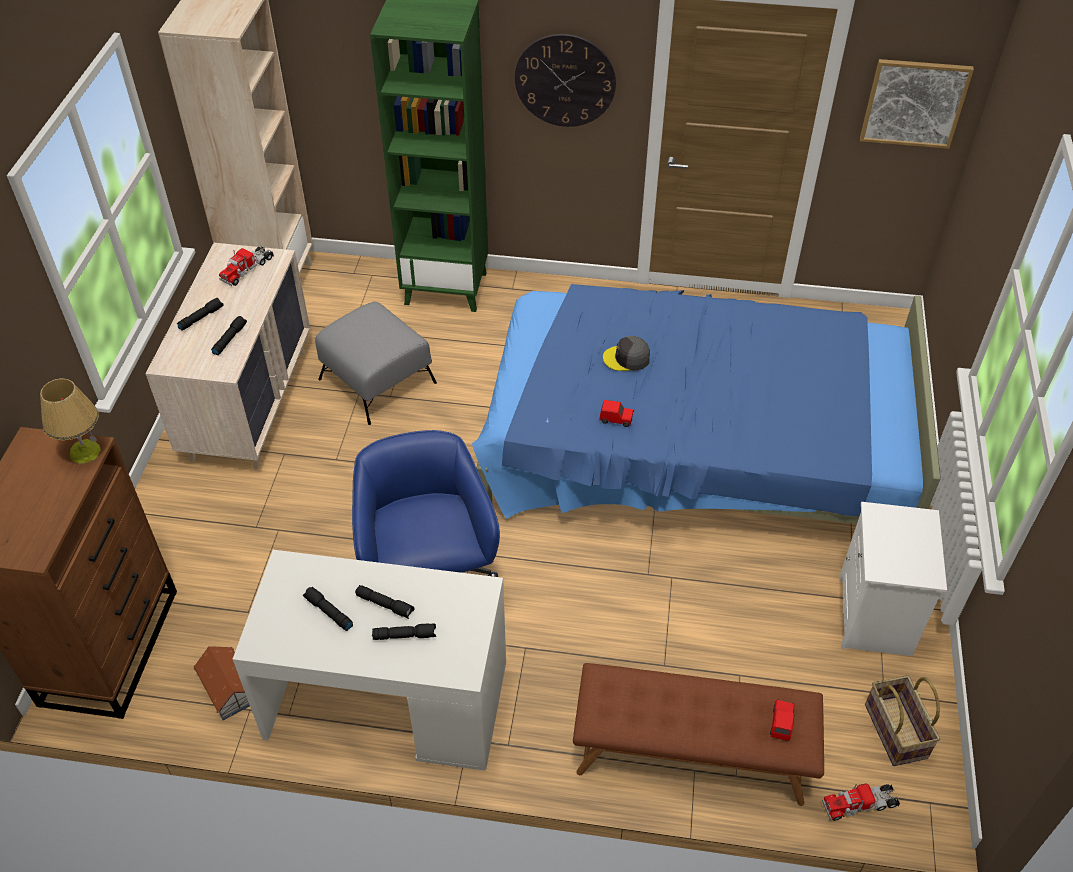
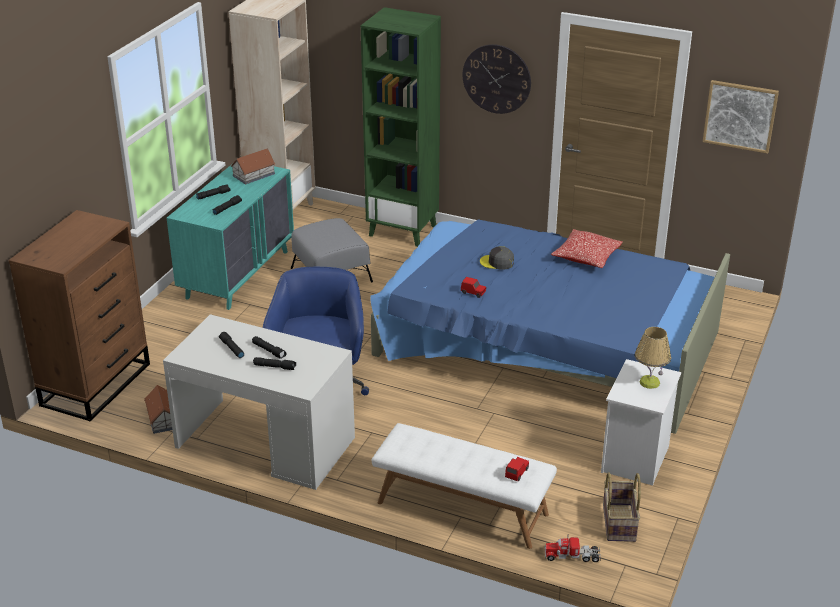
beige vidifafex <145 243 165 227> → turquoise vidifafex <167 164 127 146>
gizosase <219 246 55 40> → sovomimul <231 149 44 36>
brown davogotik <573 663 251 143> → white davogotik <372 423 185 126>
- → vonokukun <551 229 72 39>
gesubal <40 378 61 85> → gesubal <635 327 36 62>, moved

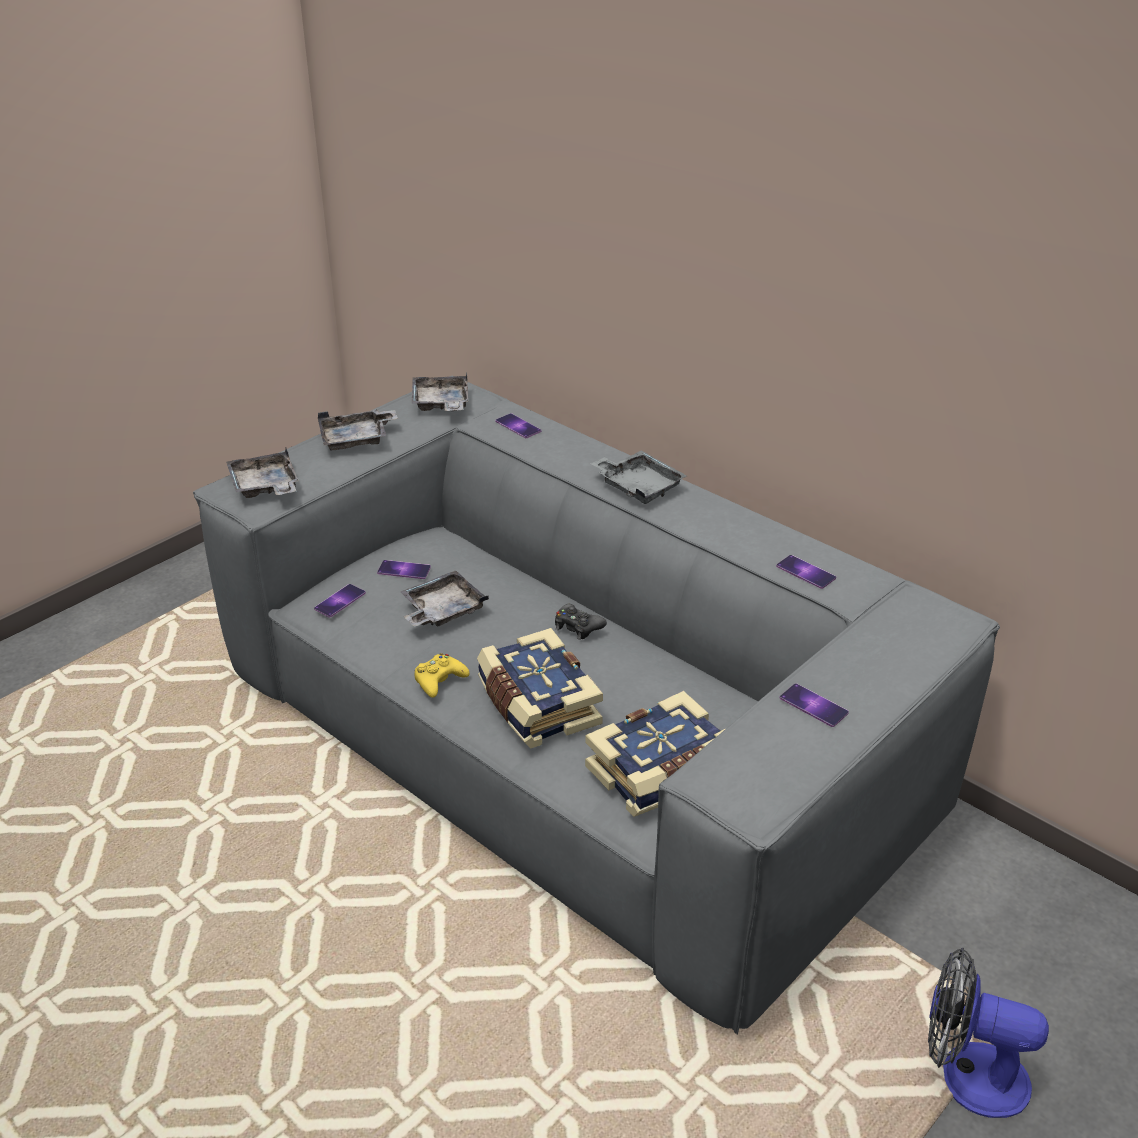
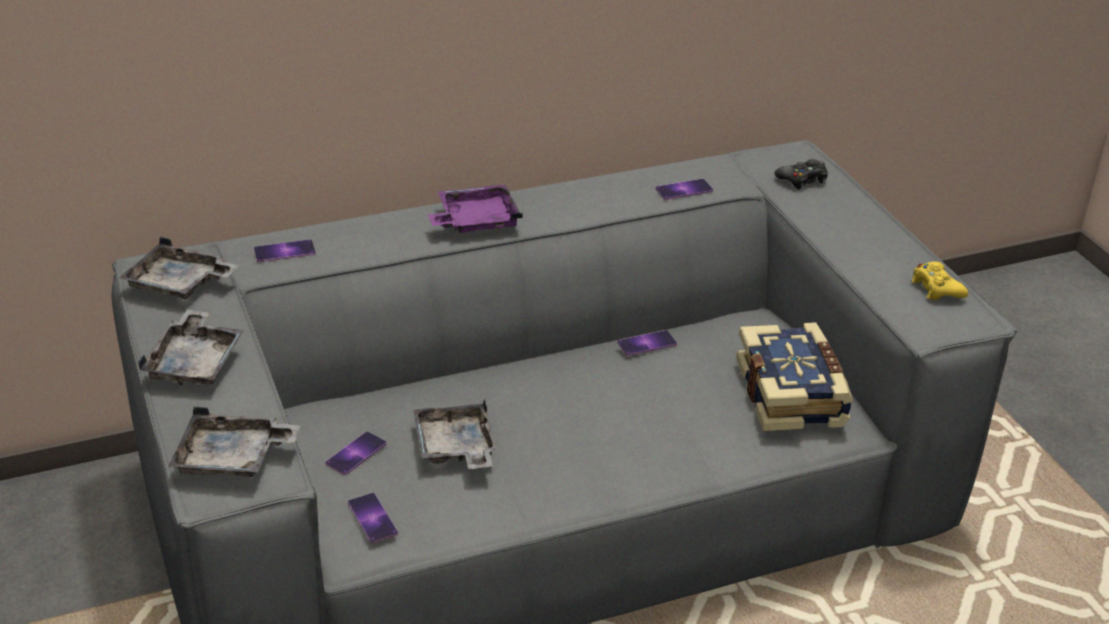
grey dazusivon <590 450 97 54> → purple dazusivon <428 184 95 49>
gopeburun <779 683 70 44> → gopeburun <617 330 60 26>, moved
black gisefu <555 604 52 36> → black gisefu <775 159 53 31>, moved
yellow gisefu <414 653 56 45> → yellow gisefu <911 261 57 39>, moved
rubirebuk <477 628 126 121> → -
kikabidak <928 948 121 170> → -

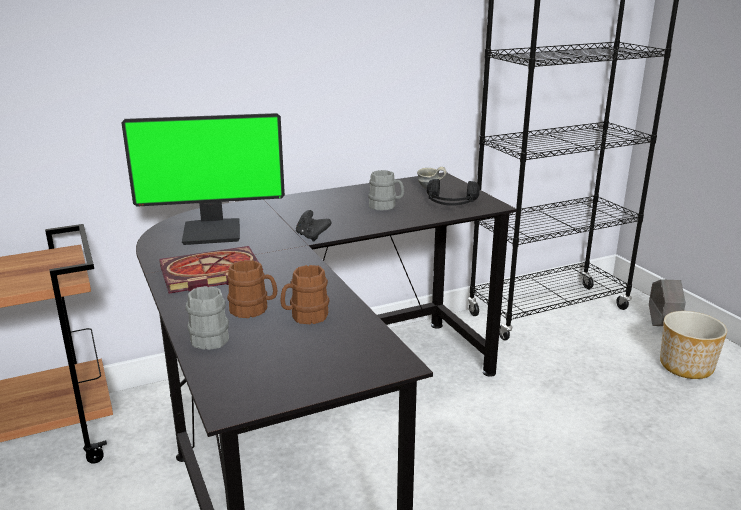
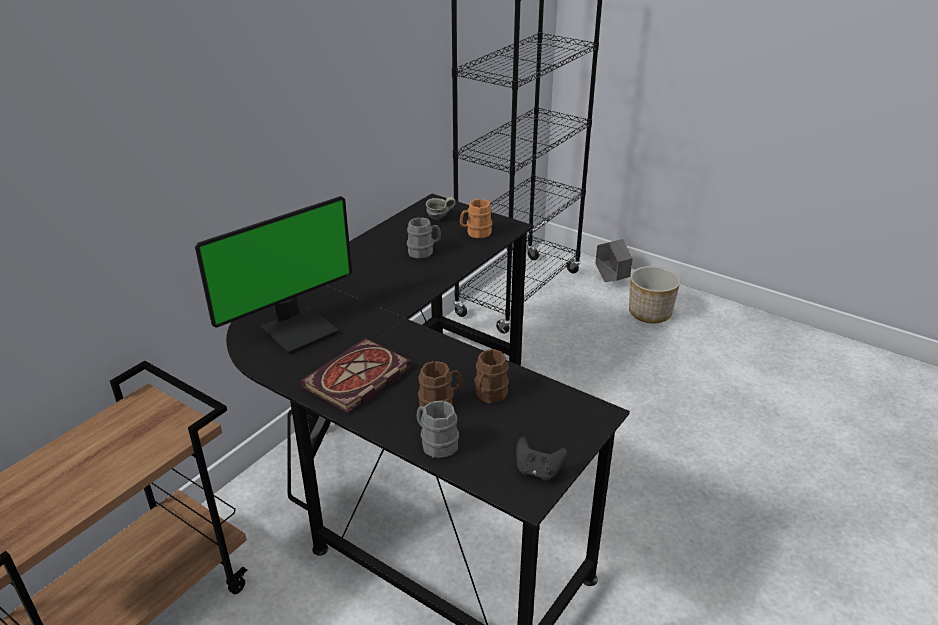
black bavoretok <427 179 53 27> → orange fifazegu <460 199 33 39>
black gisefu <296 210 36 32> → black gisefu <516 437 52 43>, moved

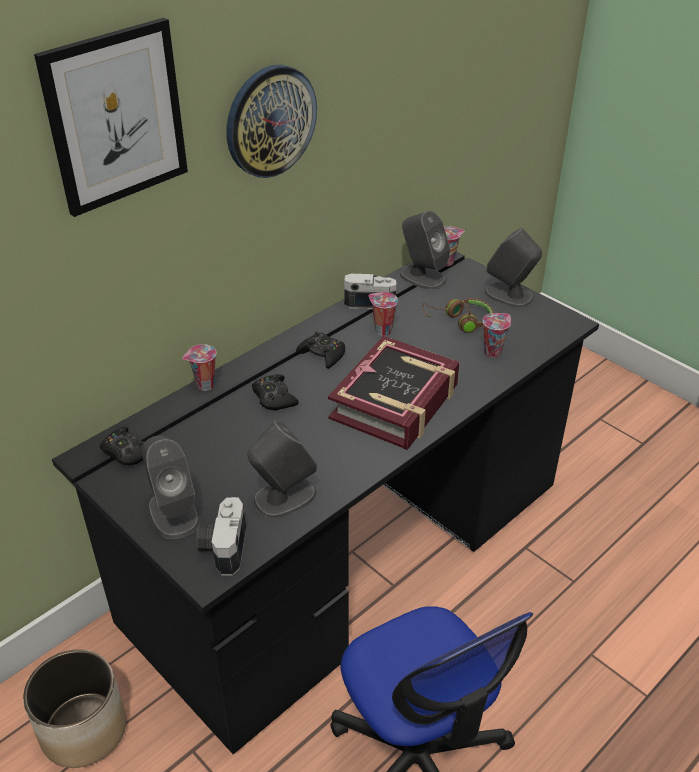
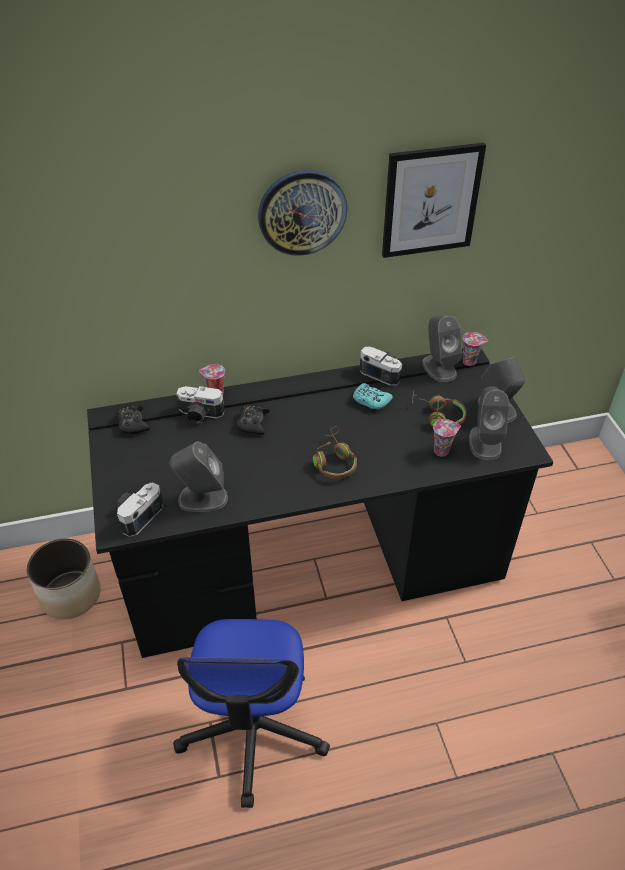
- → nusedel <176 386 49 38>
rubirebuk <328 336 132 114> → brown bavoretok <313 426 44 53>
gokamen <368 292 30 44> → turquoise gisefu <353 383 40 26>
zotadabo <34 18 154 199> → zotadabo <382 143 104 115>, moved
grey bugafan <142 435 58 104> → grey bugafan <469 386 41 74>, moved
black gisefu <296 332 49 37> → -

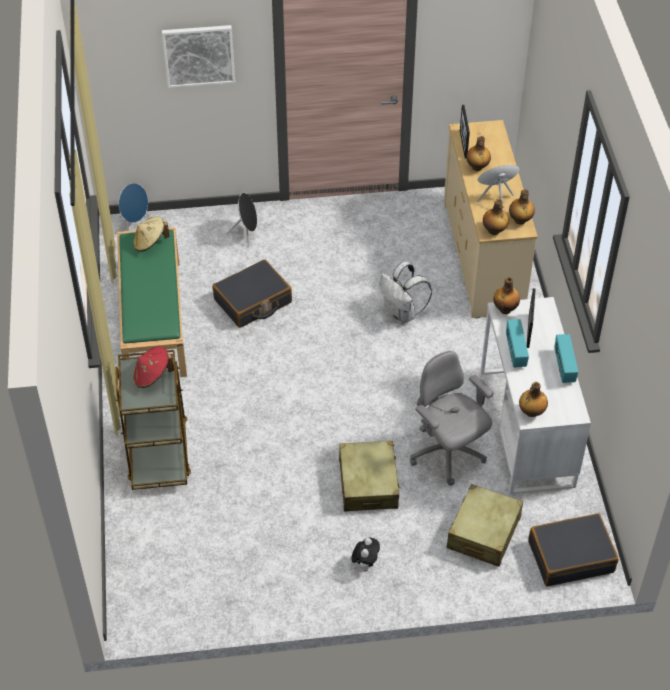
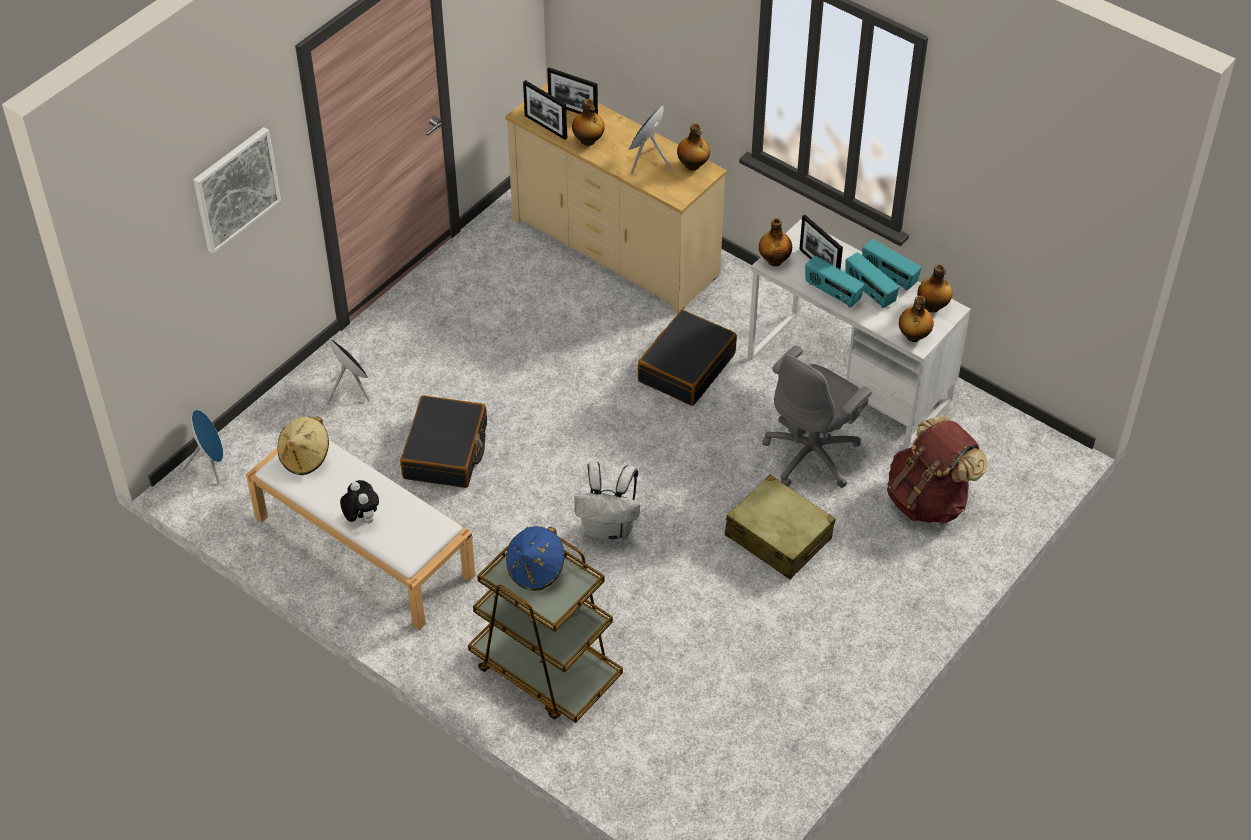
green davogotik <117 227 70 150> → white davogotik <246 440 230 190>
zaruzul <351 538 29 34> → zaruzul <340 480 39 43>, moved
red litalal <133 347 41 41> → blue litalal <506 526 59 65>
- → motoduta <547 68 51 46>
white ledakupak <380 262 52 62> → white ledakupak <574 462 66 80>, moved
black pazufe <528 513 91 73> → black pazufe <638 310 99 96>, moved
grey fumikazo <410 351 83 135> → grey fumikazo <762 346 110 142>, 60 degrees counterclockwise
- → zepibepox <846 252 54 56>
beige pazufe <447 484 76 83> → brown ledakupak <887 415 101 109>
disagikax <483 199 26 36> → disagikax <917 265 36 47>, moved

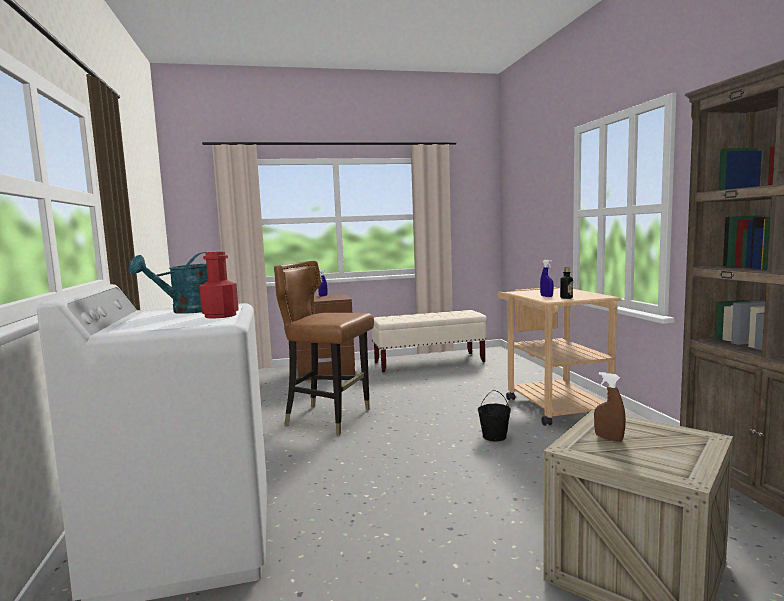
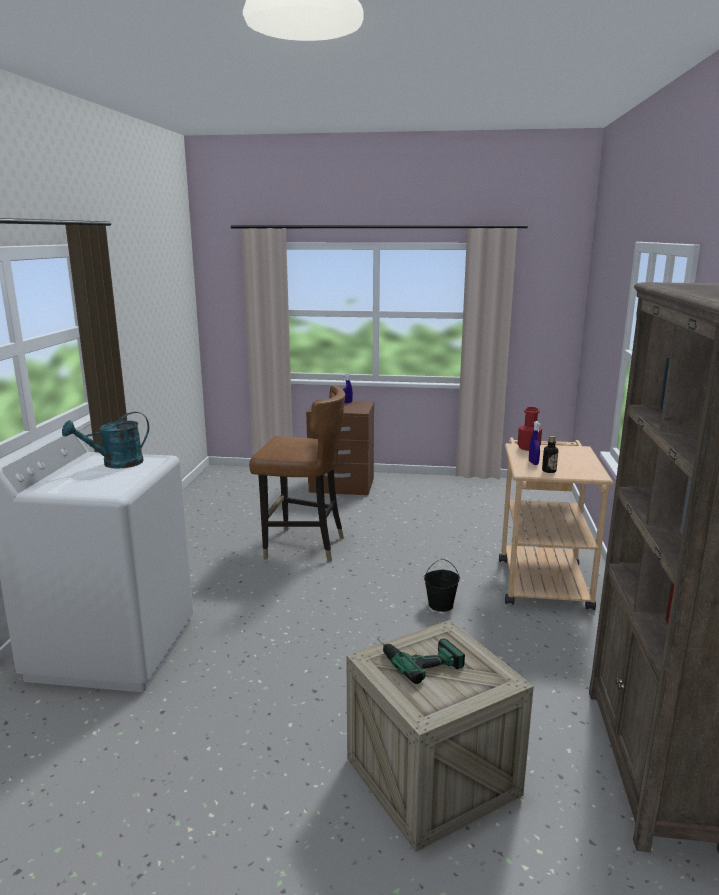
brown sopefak <274 261 100 174> → brown sopefak <249 385 96 177>, 150 degrees clockwise
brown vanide <594 372 31 69> → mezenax <378 639 87 45>
red disagikax <199 252 40 67> → red disagikax <517 407 25 44>, moved
beige davogotik <372 310 115 63> → -

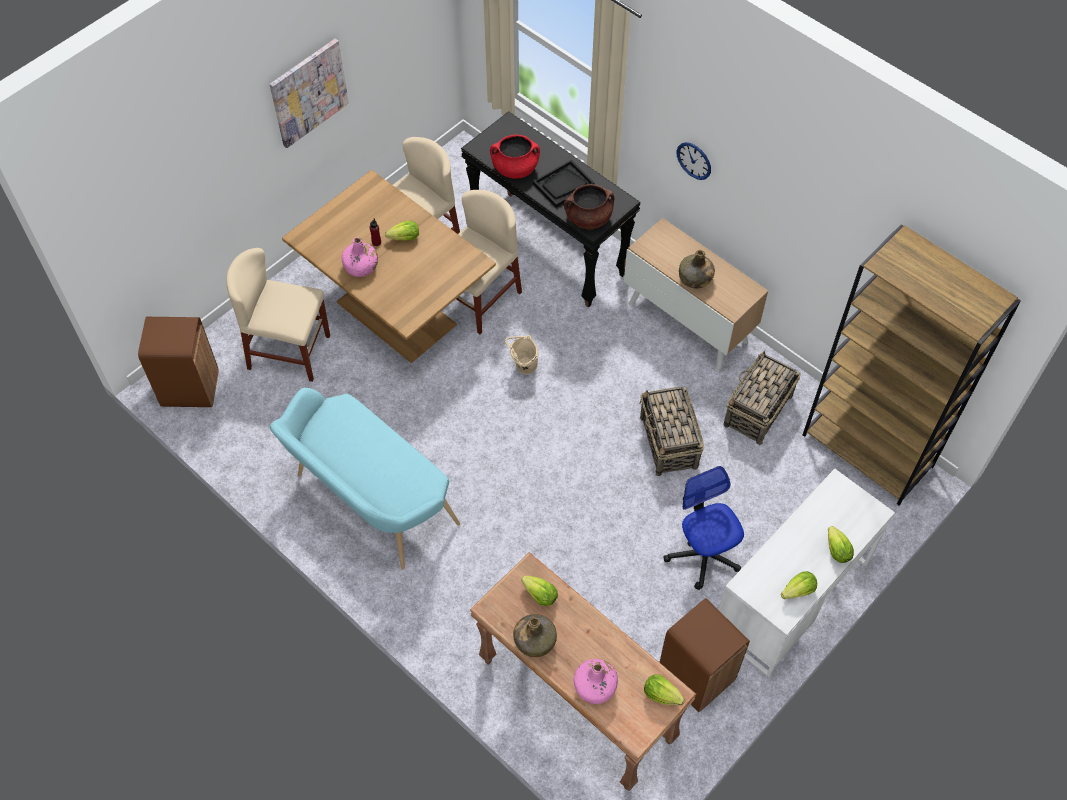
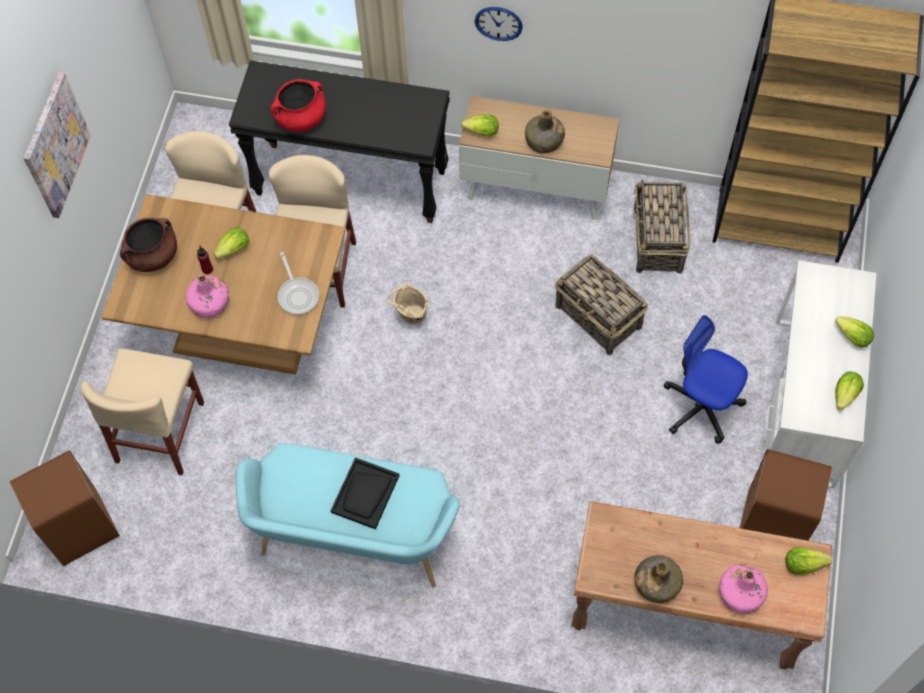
beige sopefak <226 248 104 134> → beige sopefak <80 348 124 127>, 60 degrees counterclockwise
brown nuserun <564 184 50 45> → brown nuserun <120 217 57 55>, moved
- → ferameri <278 252 41 63>
black dazusivon <533 160 62 48> → black dazusivon <331 457 69 72>, moved
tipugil <521 576 37 30> → tipugil <461 115 38 22>, moved

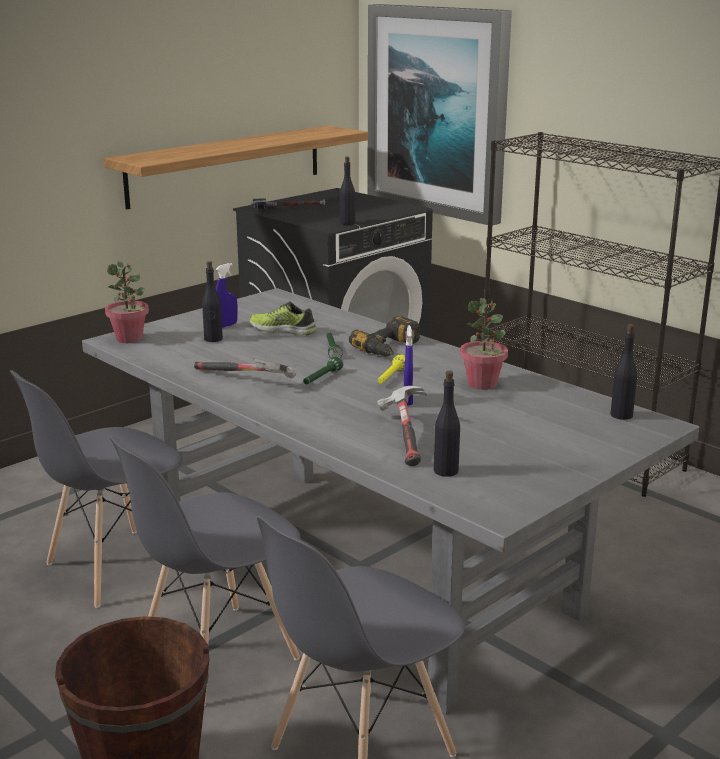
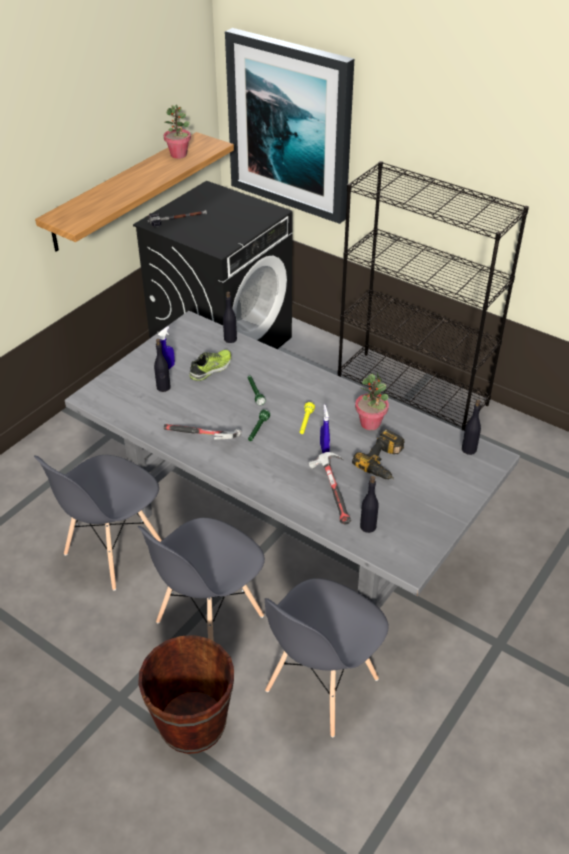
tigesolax <105 261 44 82> → tigesolax <164 105 27 54>, moved
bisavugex <250 301 67 34> → bisavugex <189 350 43 31>, 120 degrees clockwise
black disagikax <340 157 15 68> → black disagikax <223 292 14 51>, moved
mezenax <349 316 71 40> → mezenax <352 429 53 50>, moved

